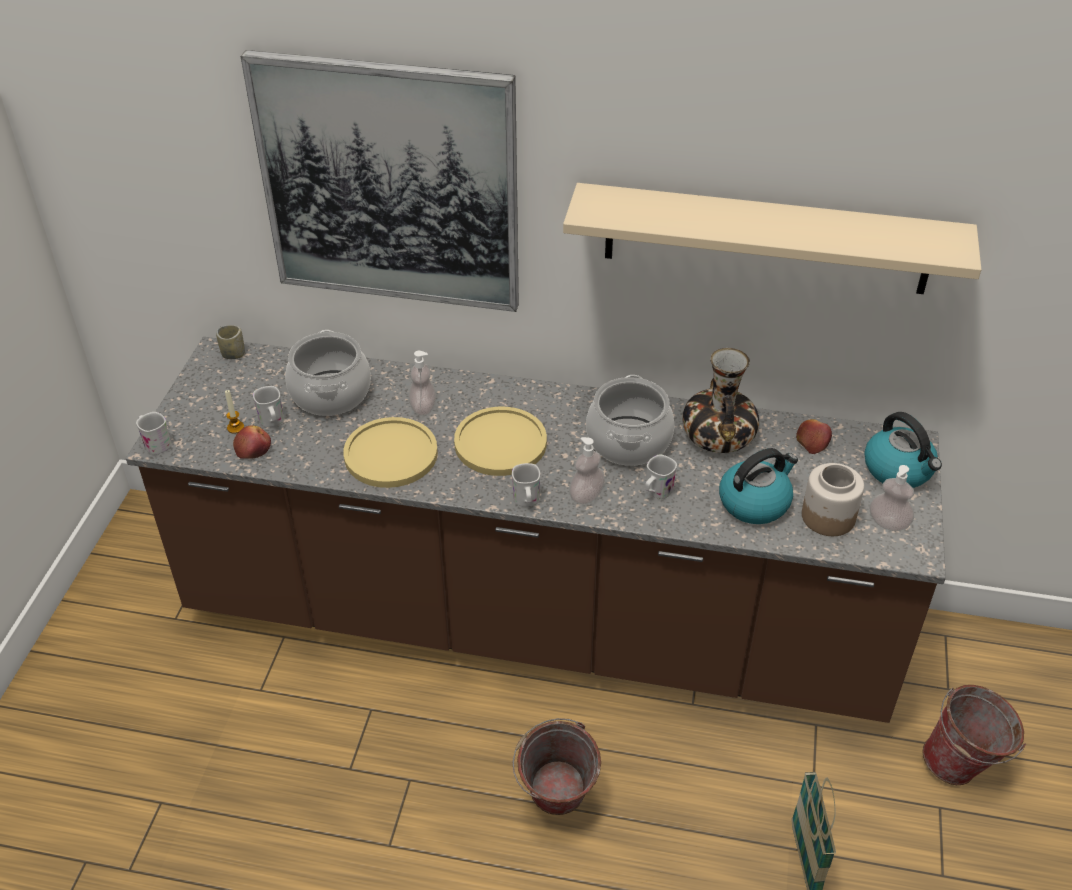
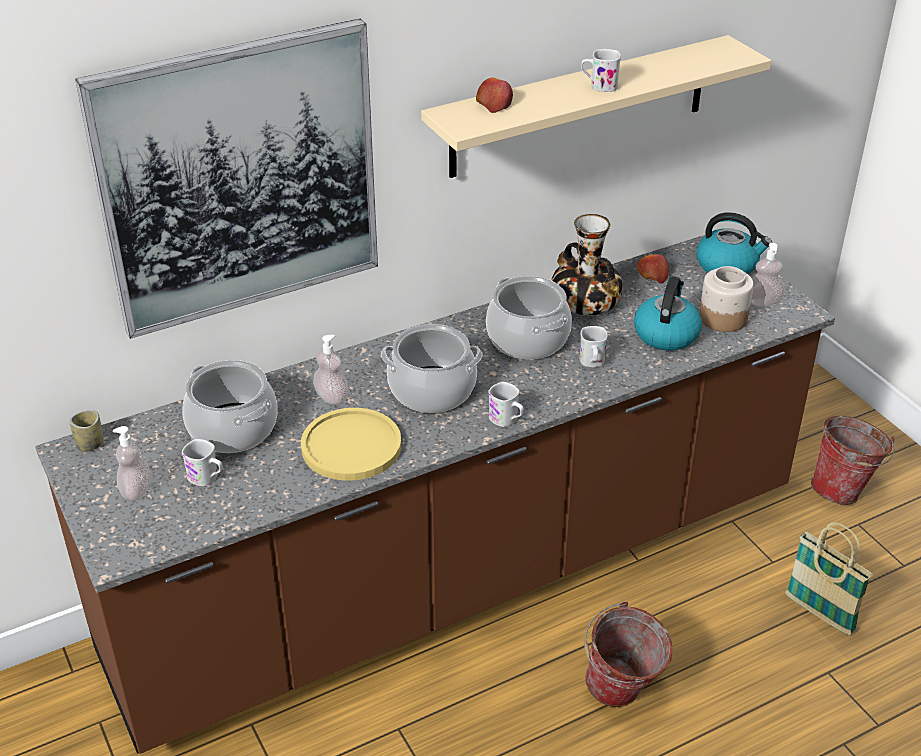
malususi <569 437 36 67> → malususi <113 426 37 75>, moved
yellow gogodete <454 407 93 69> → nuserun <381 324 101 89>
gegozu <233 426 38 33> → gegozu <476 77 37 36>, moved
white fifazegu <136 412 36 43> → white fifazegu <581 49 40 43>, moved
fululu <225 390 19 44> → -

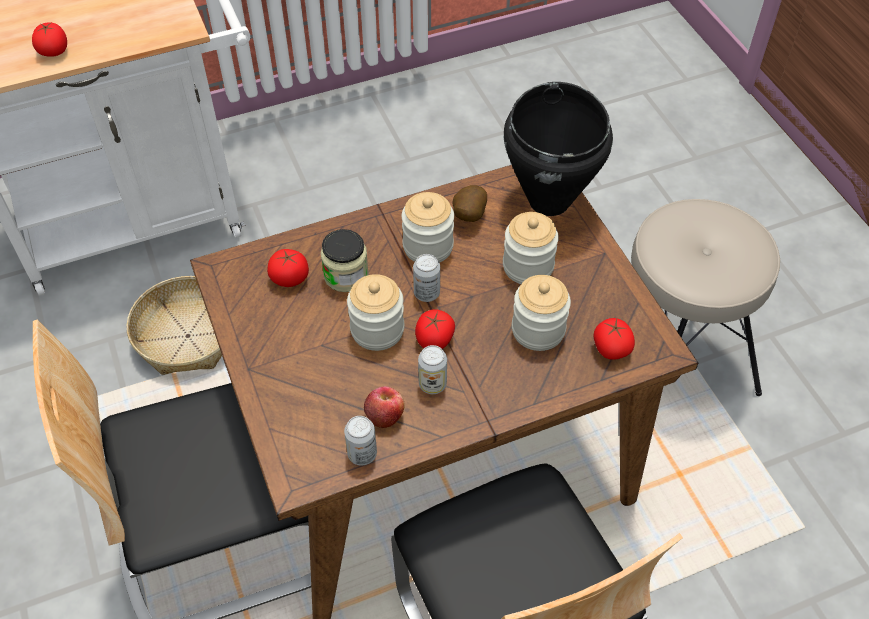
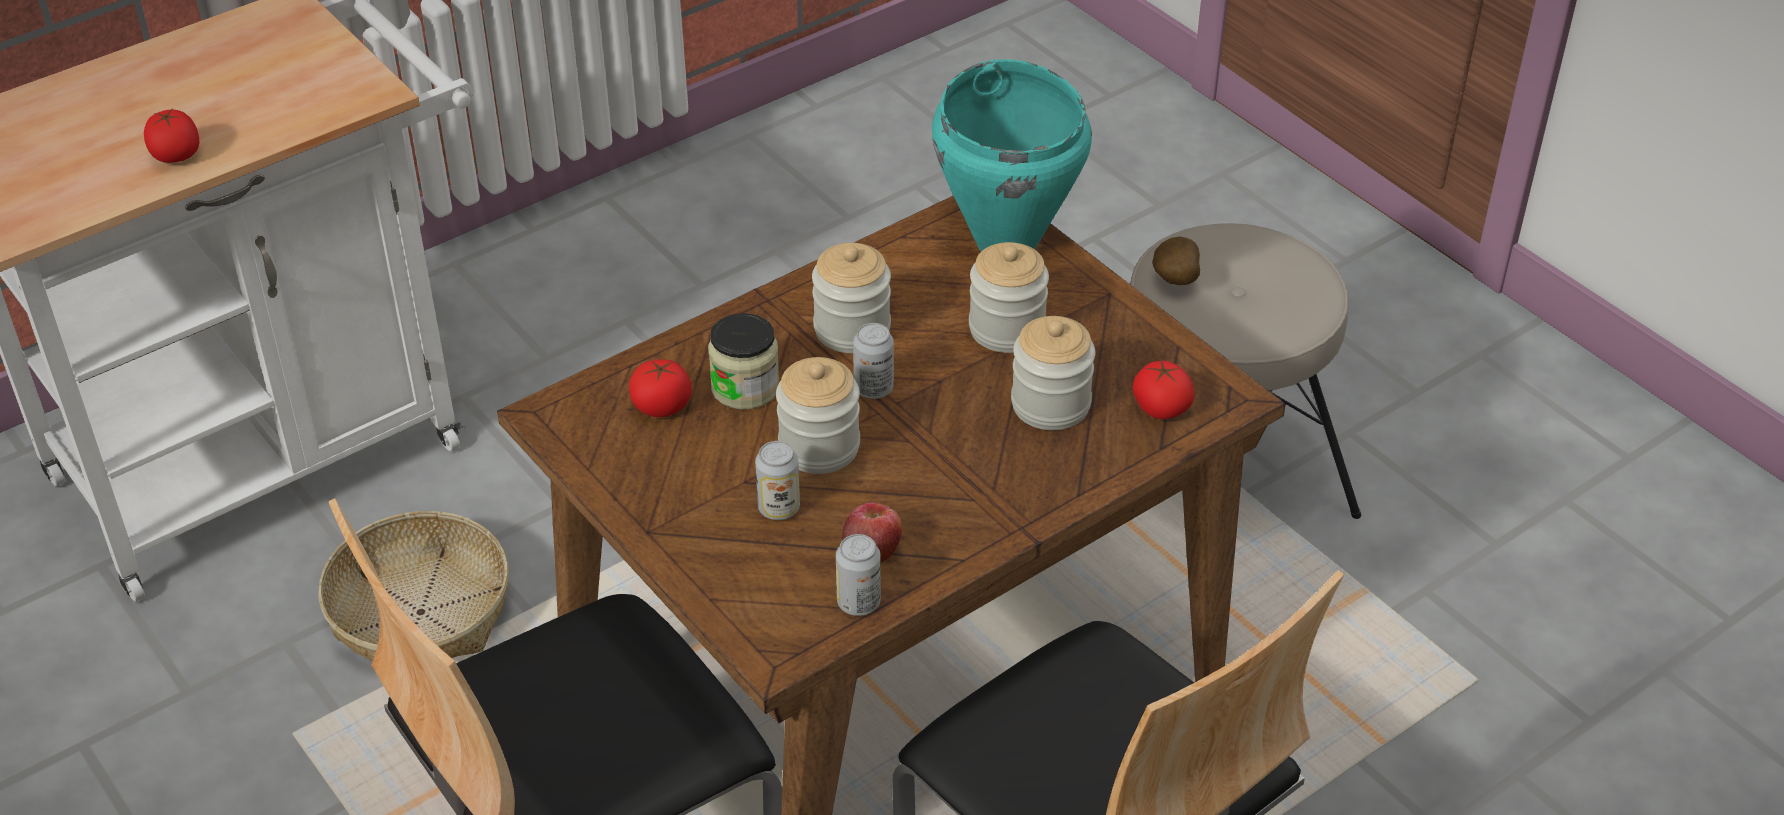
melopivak <418 345 29 49> → melopivak <755 441 45 79>, moved
black nuserun <504 82 109 134> → turquoise nuserun <932 59 160 192>
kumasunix <452 185 35 37> → kumasunix <1152 237 48 48>, moved
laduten <415 309 40 40> → -

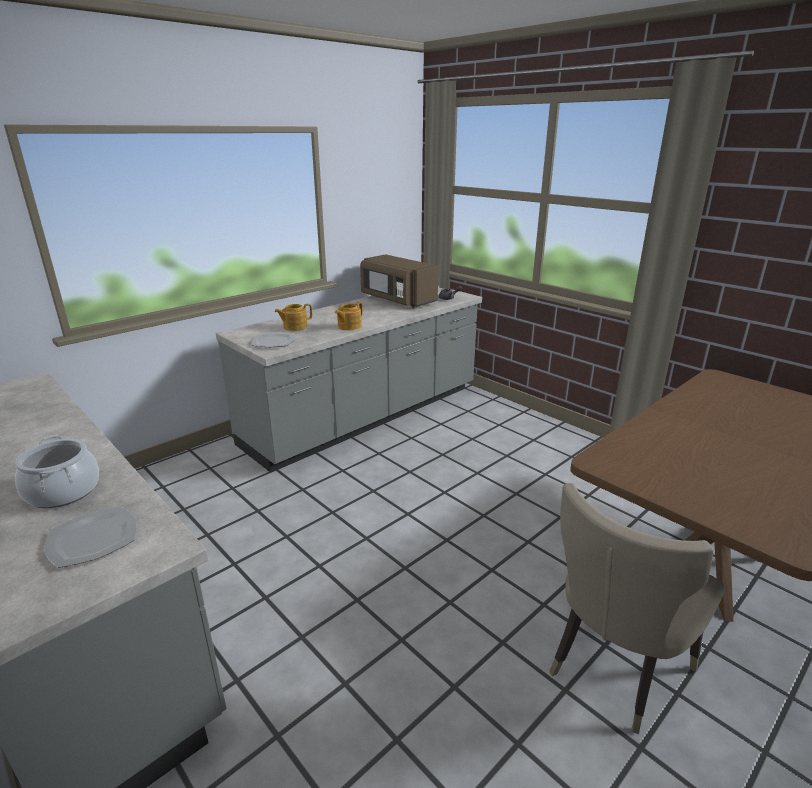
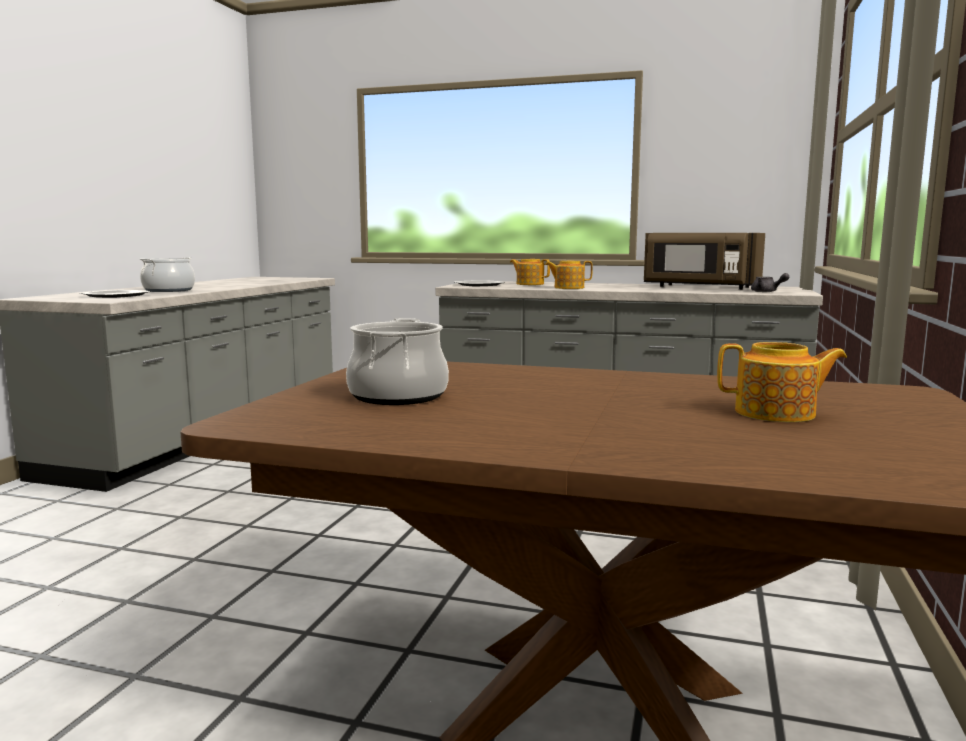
- → nuserun <346 318 103 87>
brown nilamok <360 254 79 54> → brown nilamok <644 233 121 57>, 75 degrees counterclockwise
- → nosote <717 342 130 80>
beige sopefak <549 483 175 251> → -

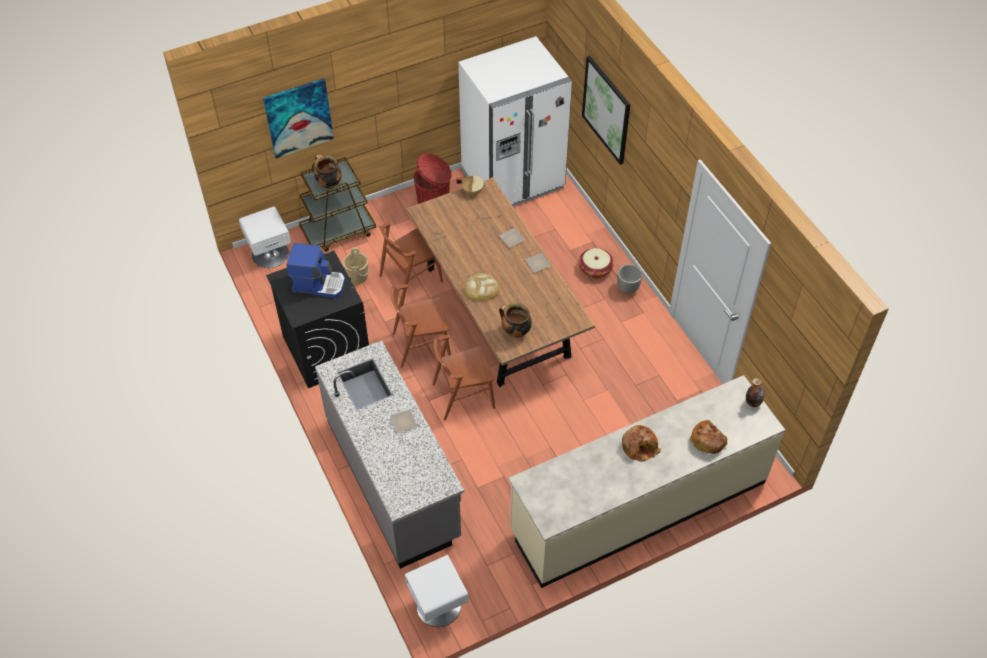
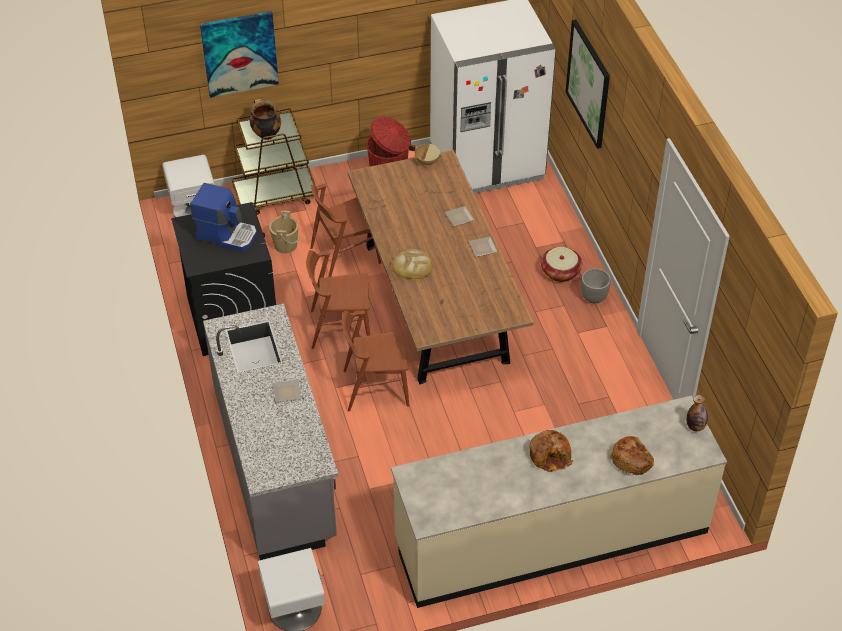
nuserun <499 303 33 35> → -

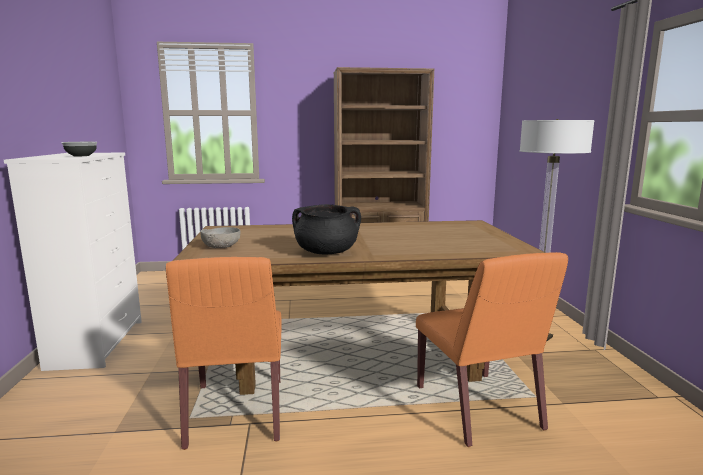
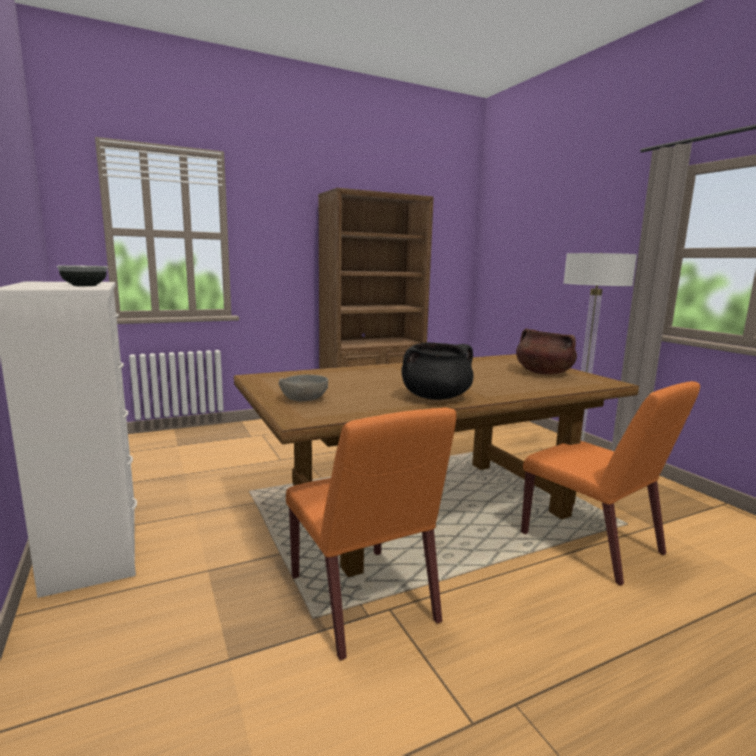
- → brown nuserun <516 328 61 46>

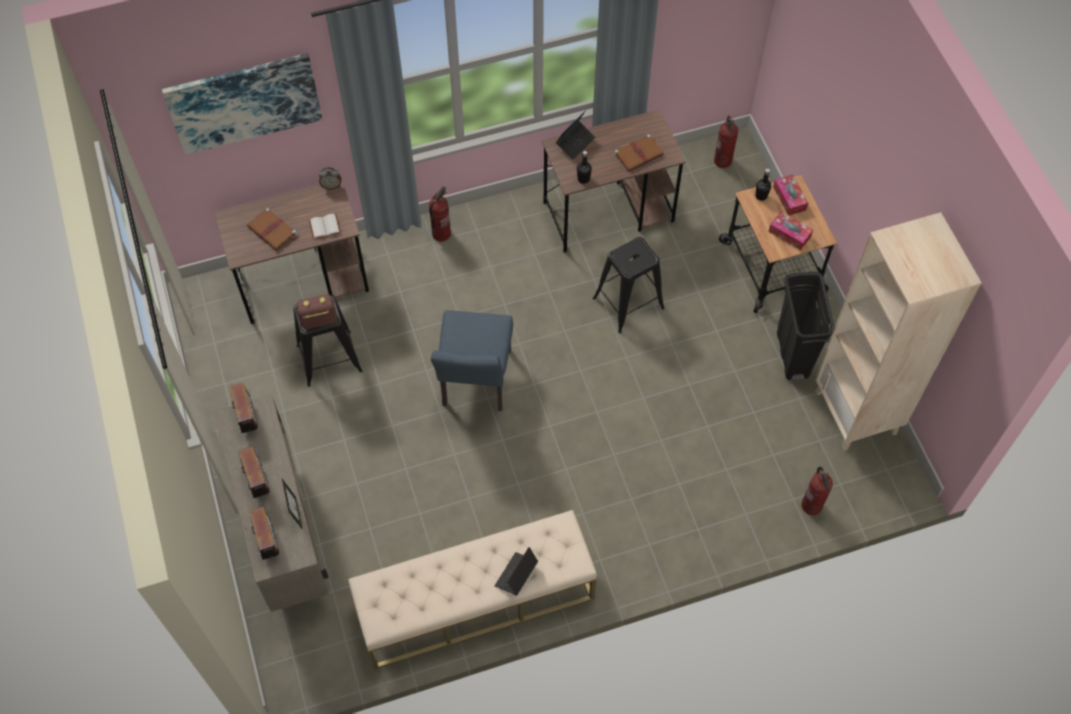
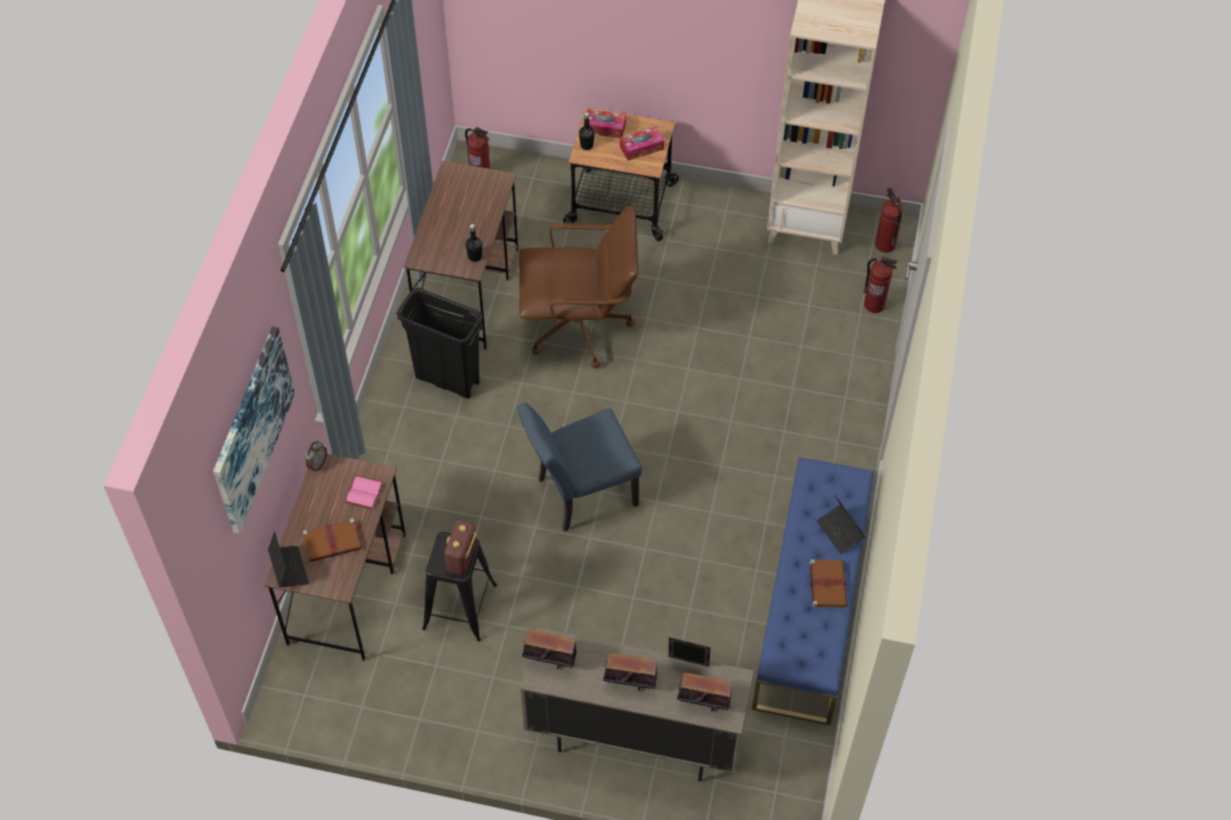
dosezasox <556 110 39 49> → dosezasox <268 531 41 56>, moved
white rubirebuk <309 214 32 25> → pink rubirebuk <345 475 39 34>
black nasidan <777 272 58 108> → black nasidan <397 287 87 111>, moved
blue sopefak <431 310 82 101> → blue sopefak <517 403 125 129>, 120 degrees clockwise
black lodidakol <593 237 72 96> → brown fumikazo <519 205 119 163>
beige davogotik <348 510 249 159> → blue davogotik <752 457 122 268>
brown rubirebuk <614 134 50 38> → brown rubirebuk <809 558 38 50>, moved
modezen <429 186 22 56> → modezen <875 188 28 65>, moved

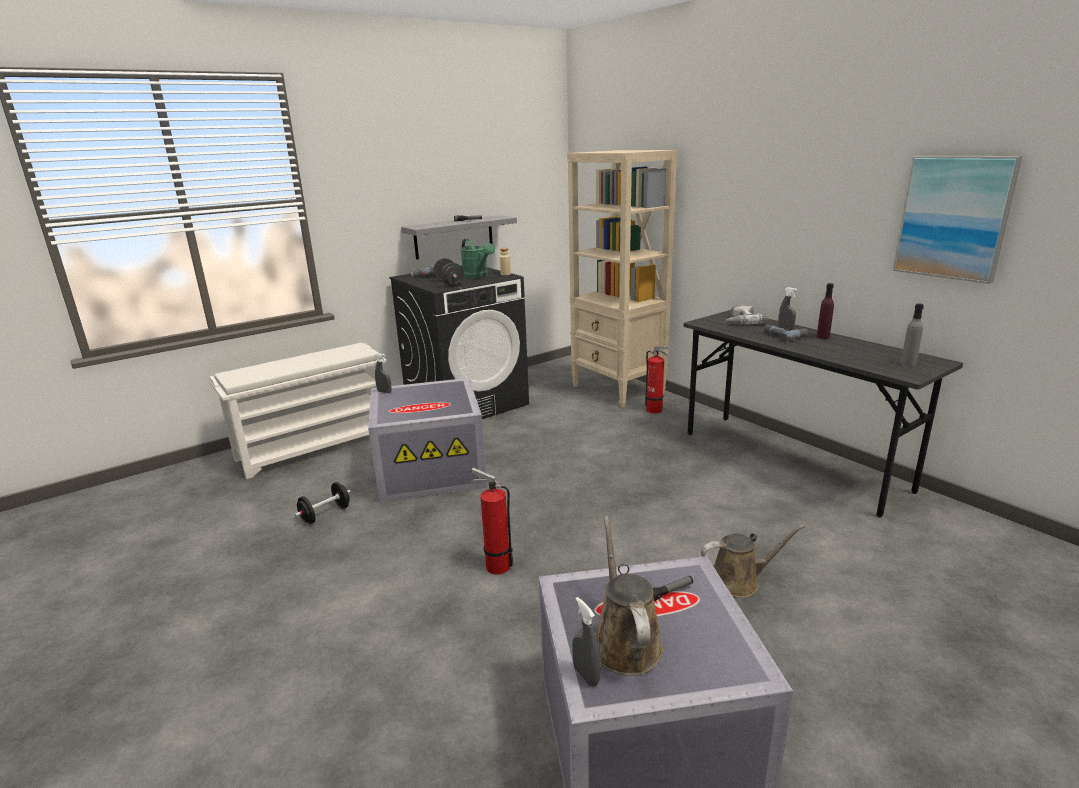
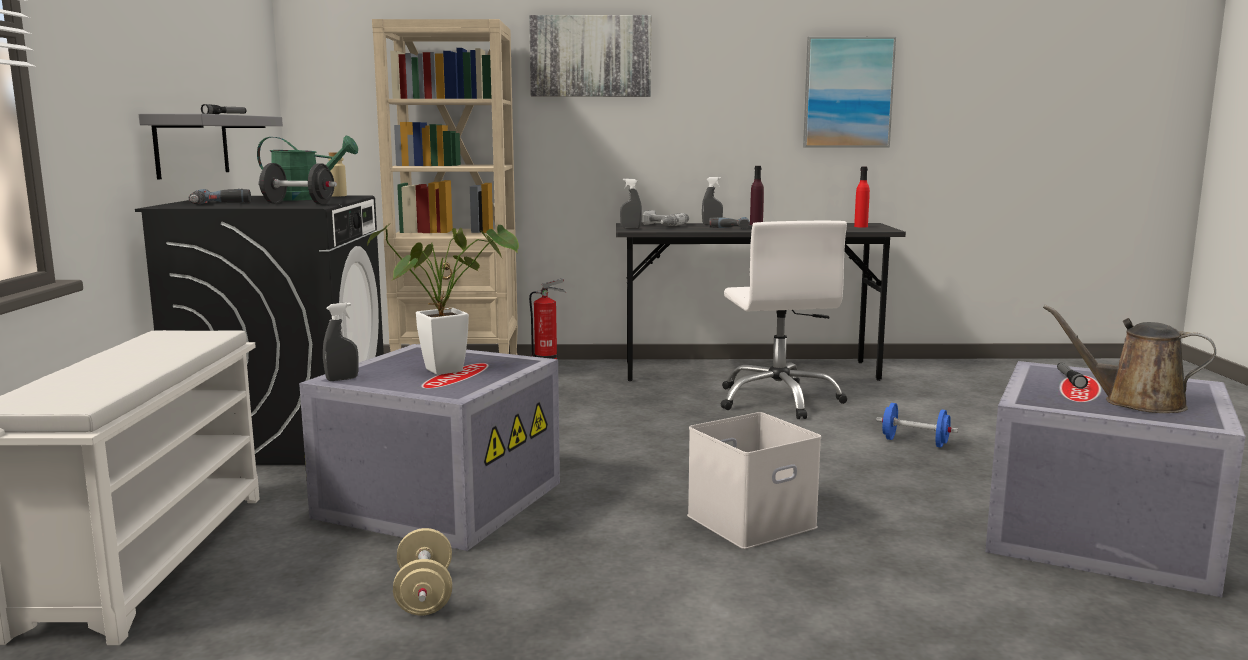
- → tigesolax <367 223 152 152>
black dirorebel <295 482 56 42> → beige dirorebel <393 528 59 87>
- → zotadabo <529 15 122 82>
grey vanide <572 597 28 90> → grey vanide <620 178 22 51>, moved
modezen <470 468 43 106> → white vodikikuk <687 412 134 137>
- → white fumikazo <721 221 126 198>
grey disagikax <900 303 24 64> → red disagikax <854 167 16 61>
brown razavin <701 525 104 73> → blue dirorebel <876 403 82 45>

